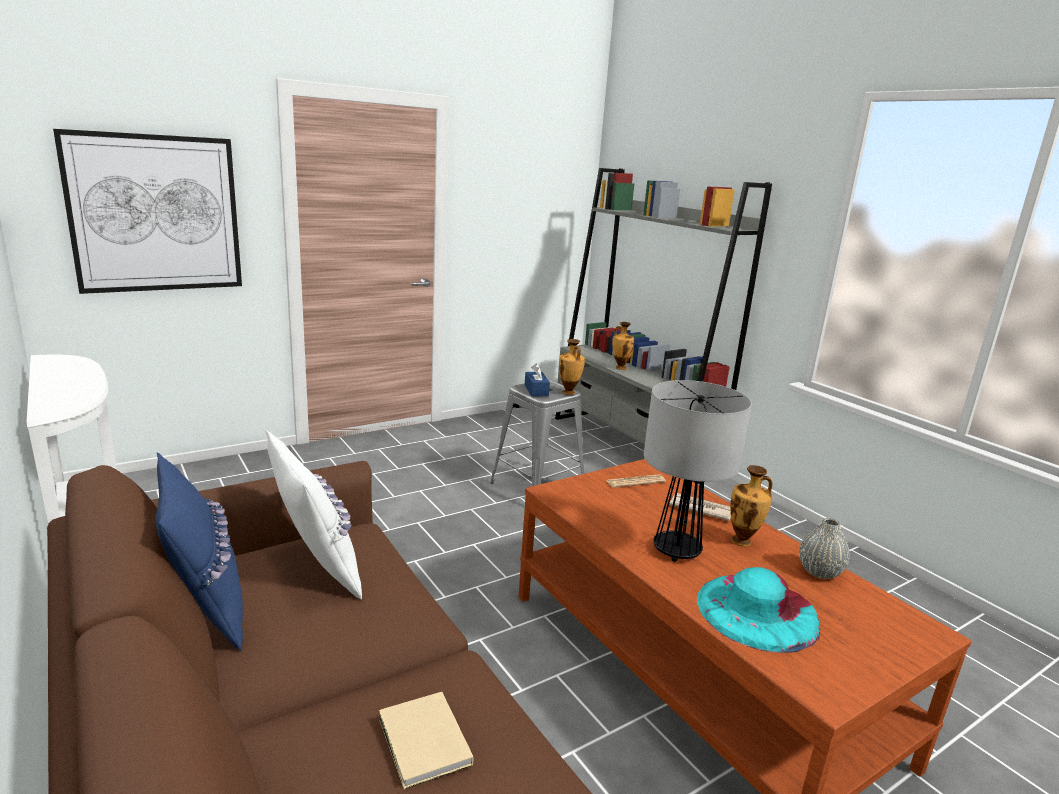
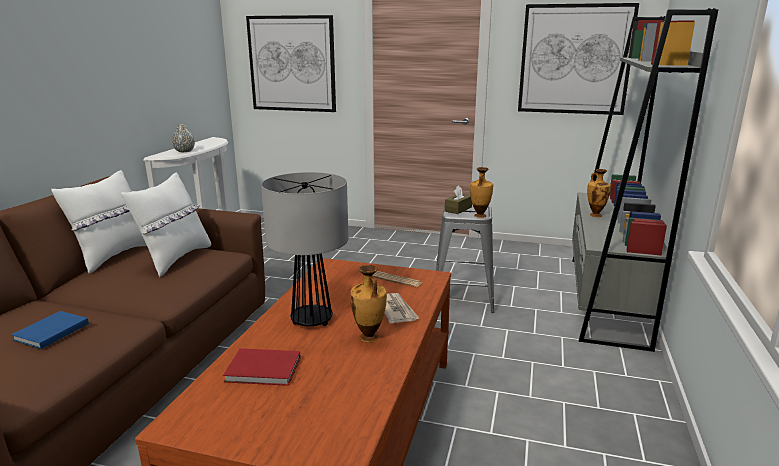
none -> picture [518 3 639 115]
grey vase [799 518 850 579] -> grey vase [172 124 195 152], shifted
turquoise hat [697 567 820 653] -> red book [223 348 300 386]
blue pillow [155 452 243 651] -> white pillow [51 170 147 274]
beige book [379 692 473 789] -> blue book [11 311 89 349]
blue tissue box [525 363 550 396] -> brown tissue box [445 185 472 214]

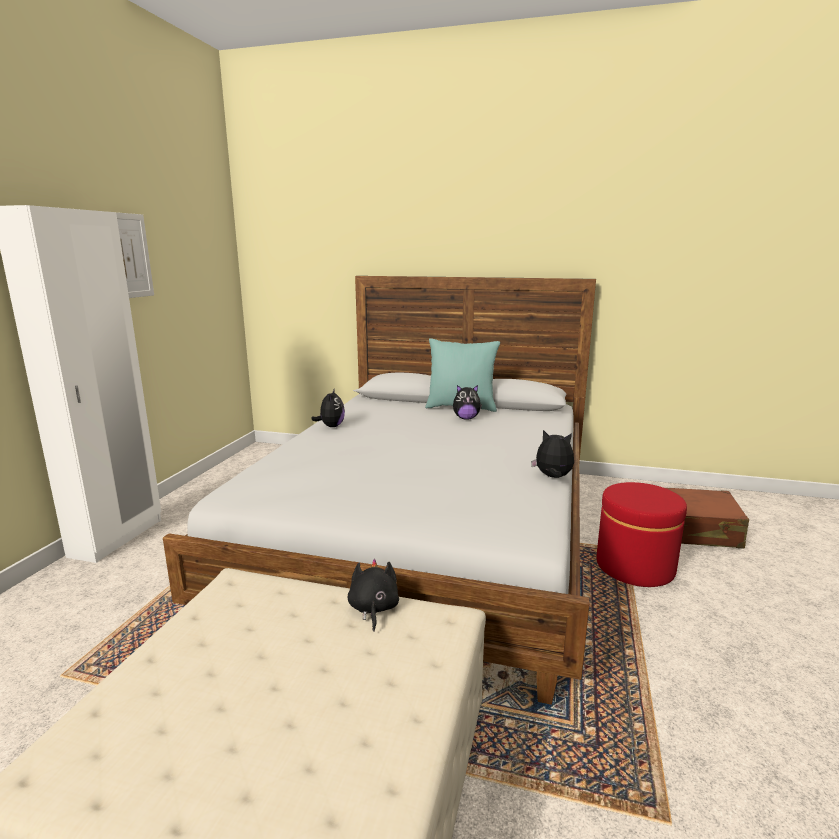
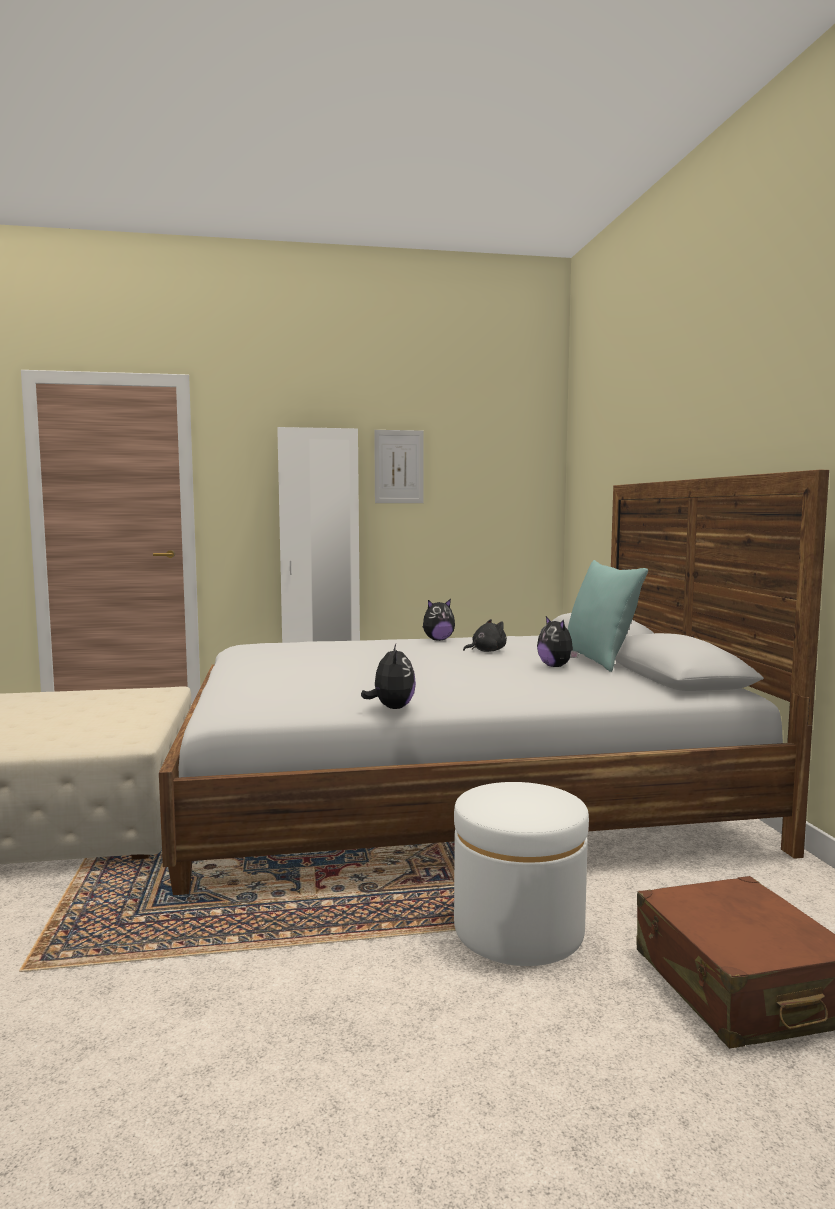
black plush toy [348 559 399 632] -> black plush toy [463 619 507 652], shifted
red ottoman [596 482 687 587] -> white ottoman [454 782 589 966]

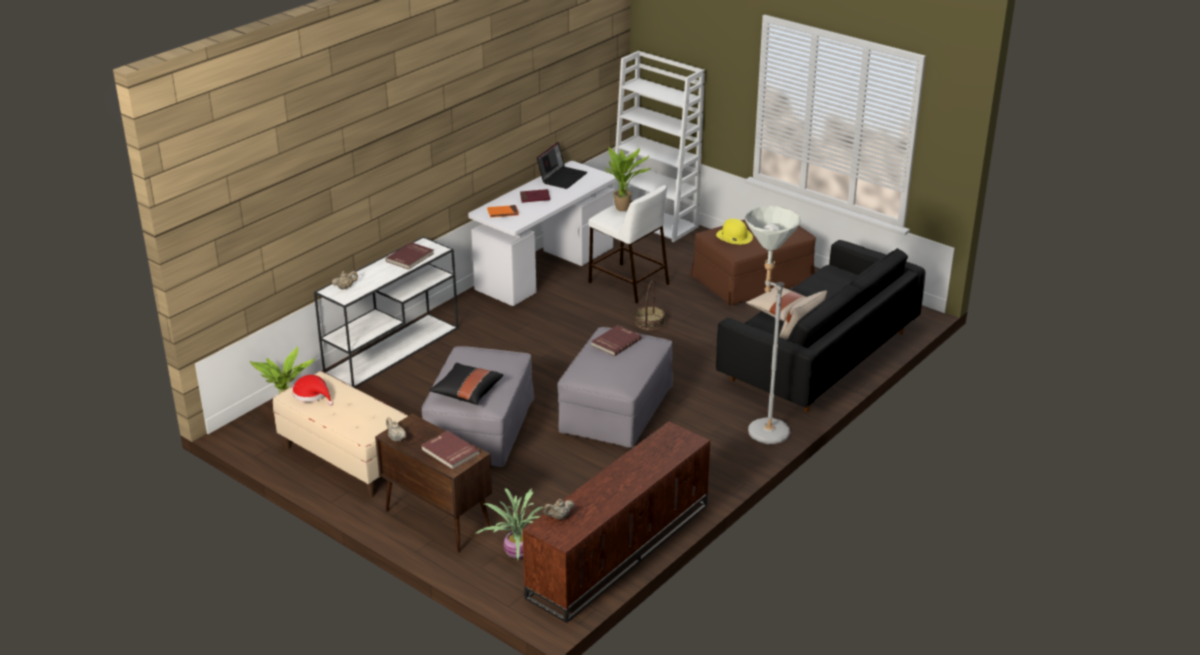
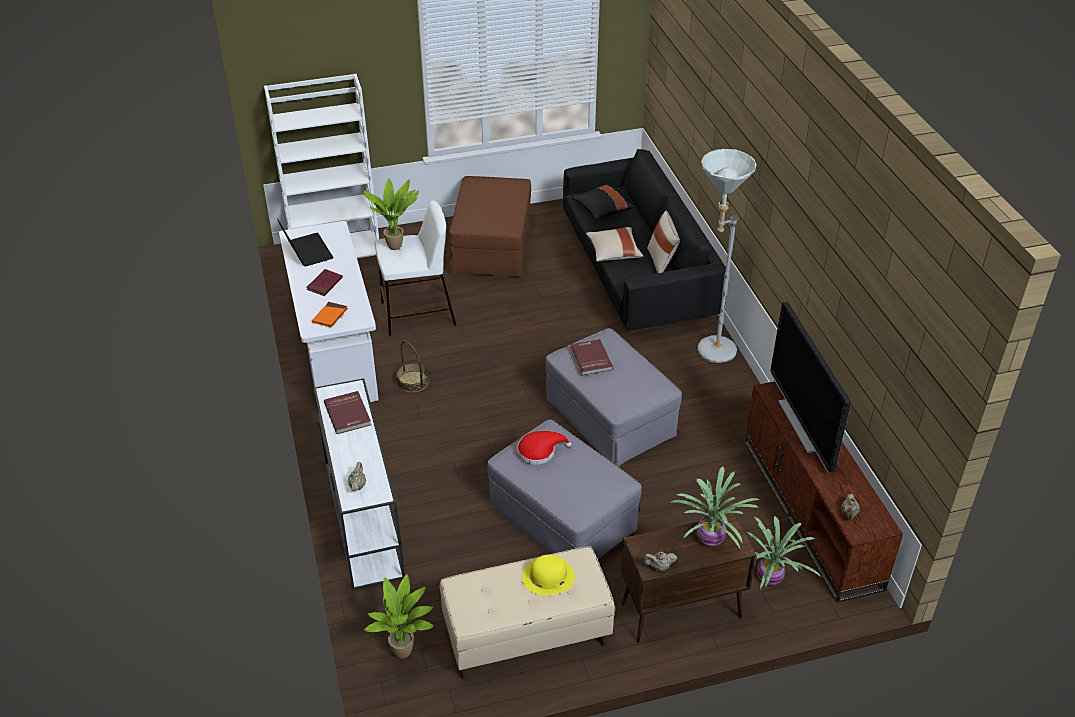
none -> television [770 302 851 472]
red hat [292 375 333 406] -> red hat [517 431 572 465], shifted
black pillow [429 363 503 405] -> black pillow [571 184 635 220], shifted
basket [635 280 665 330] -> basket [396 341 429 393], shifted
yellow hat [716 219 753 245] -> yellow hat [522 554 575 595], shifted
red book [421 431 480 470] -> potted plant [671 467 760 548]

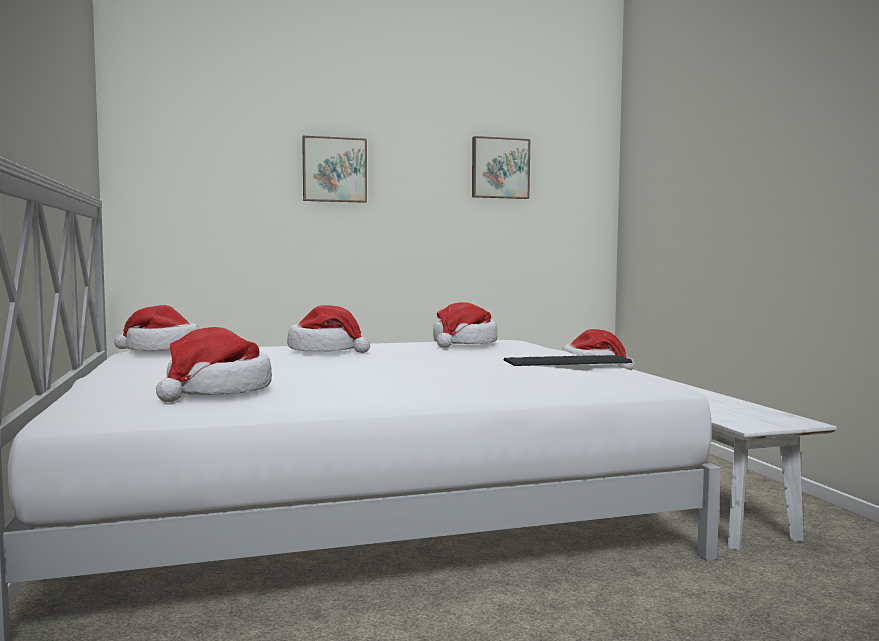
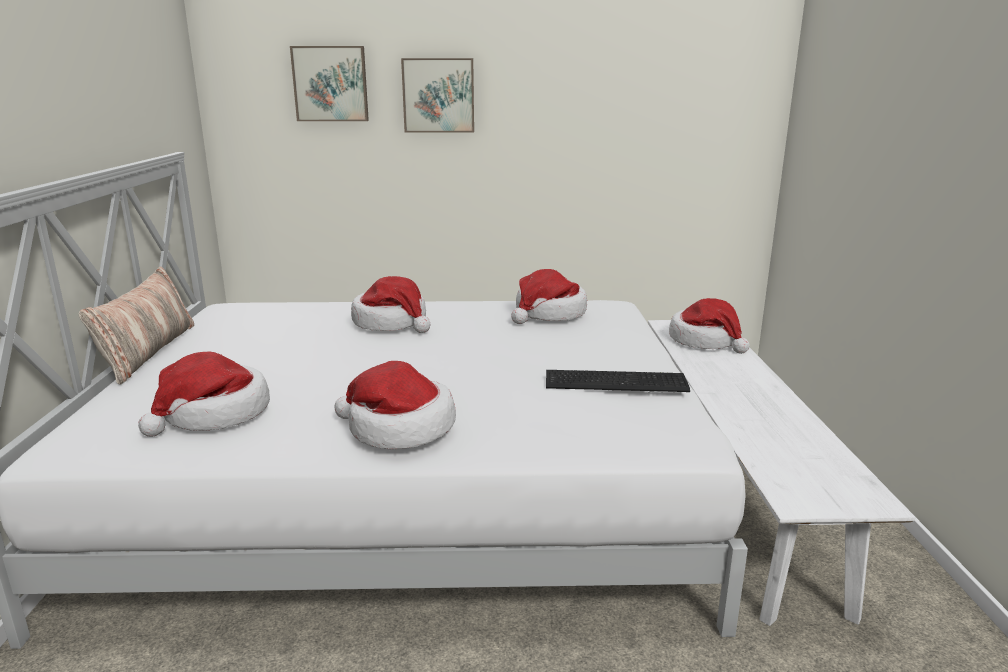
none -> pillow [79 266 194 385]
hat [114 305 199 351] -> hat [334 361 456 450], shifted
picture [472 136 530 199] -> picture [290 46 369 121], shifted

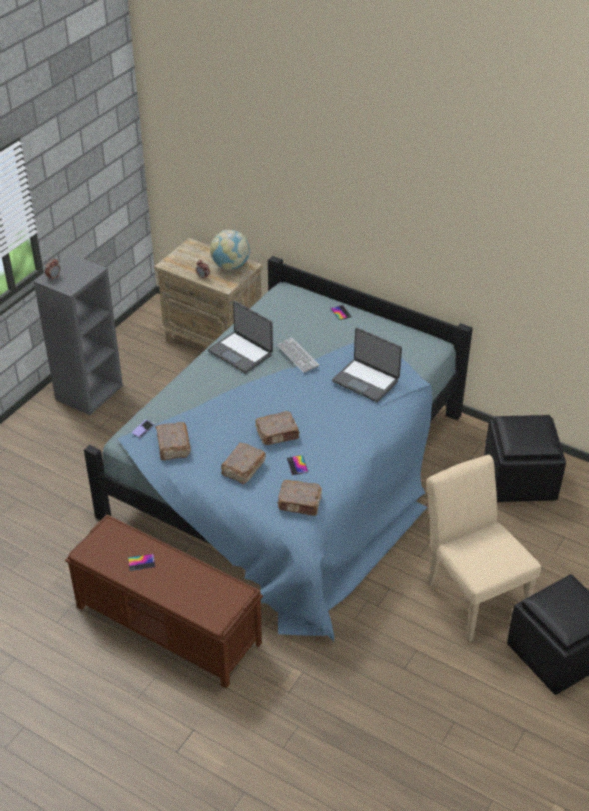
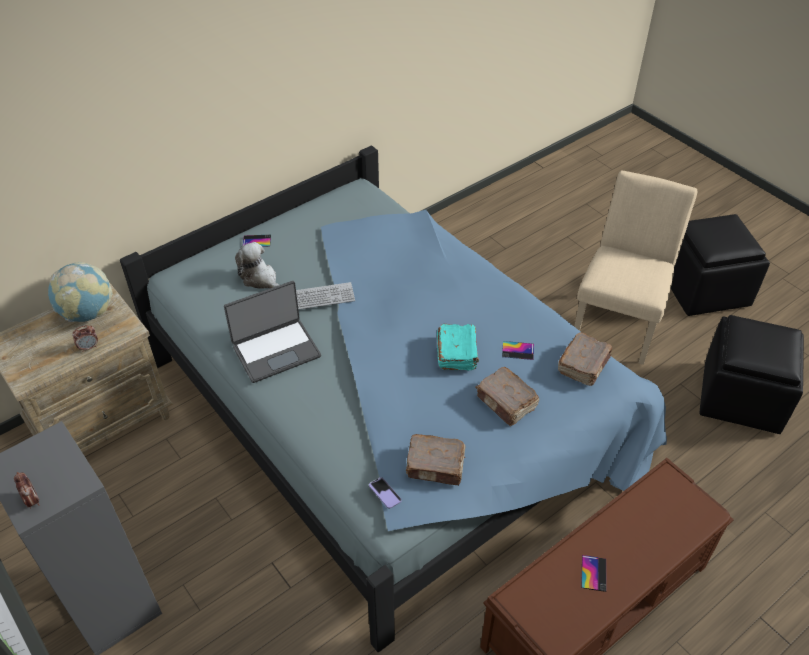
laptop [332 327 402 402] -> none
none -> plush toy [235 242 279 289]
black ottoman [484 415 566 502] -> black ottoman [700 315 804 434], shifted
brown book [255 411 300 445] -> turquoise book [437 324 479 371]
beige chair [427 455 541 642] -> beige chair [574 170 697 365], 120 degrees clockwise

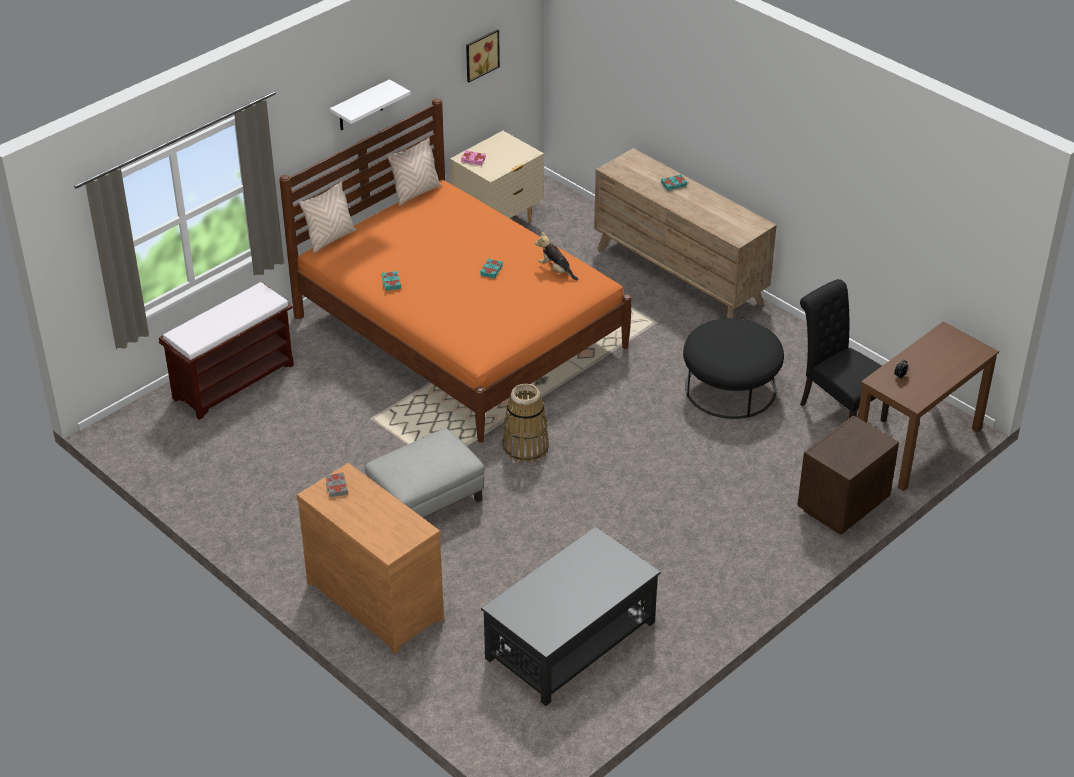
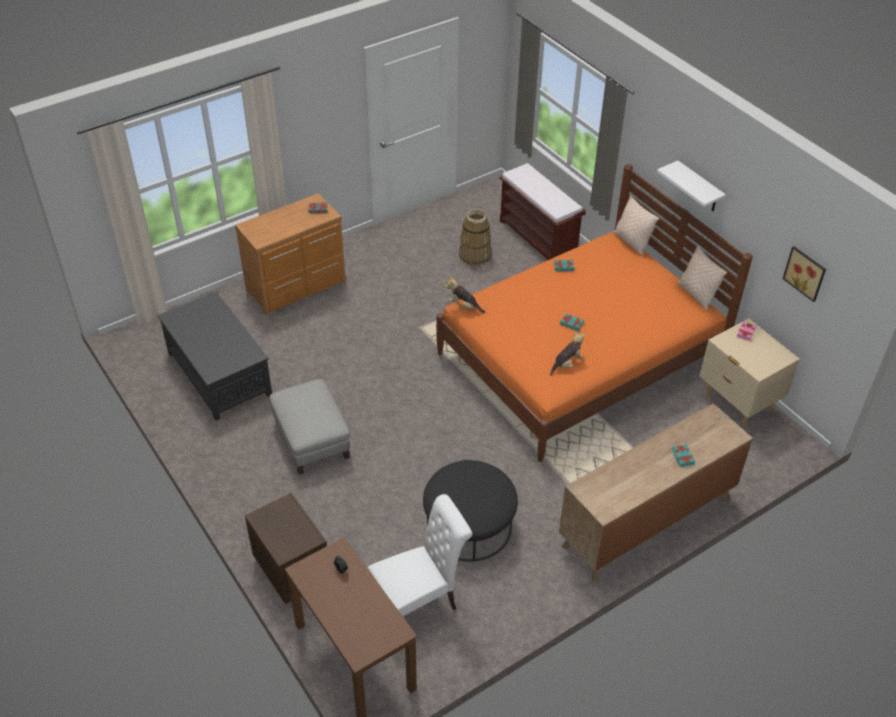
none -> plush toy [444 276 485 313]
grey ottoman [365 429 485 518] -> grey ottoman [269 379 350 474], shifted
basket [503 384 549 463] -> basket [459 209 492 267], shifted
black chair [800 279 889 423] -> white chair [367 494 472 616]

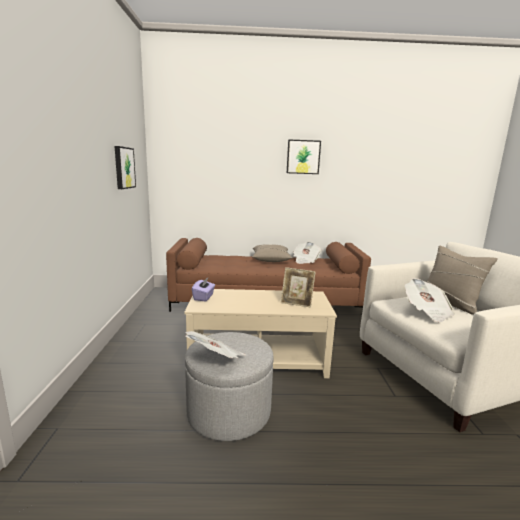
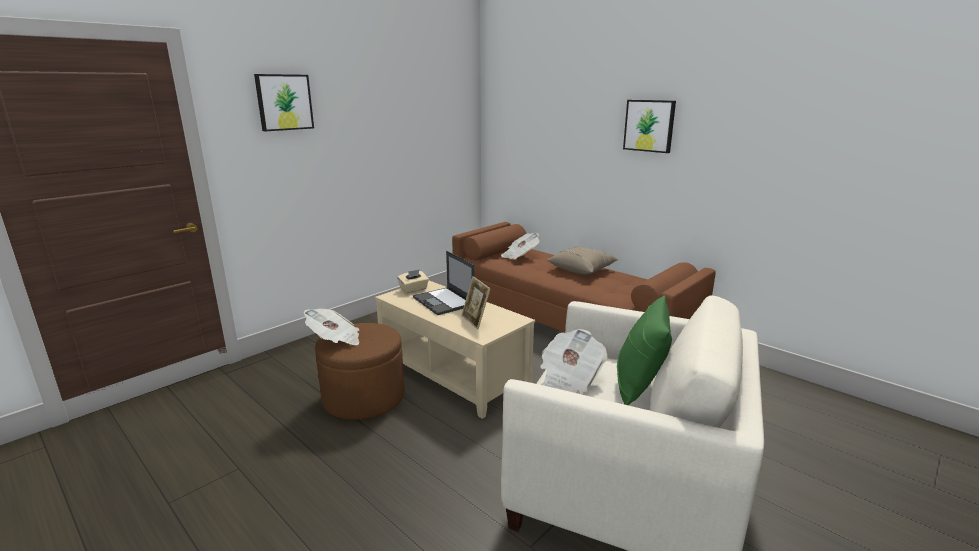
none -> laptop [413 251 474 315]
picture [115 146 136 189] -> picture [254 74 314 131], shifted
newspaper [293 242 321 264] -> newspaper [501 233 540 259], shifted
grey ottoman [185 332 274 441] -> brown ottoman [315 323 405 420]
purple tissue box [192 278 215 301] -> beige tissue box [397 269 429 293]
beige pillow [427 245 498 315] -> green pillow [617 295 672 405]

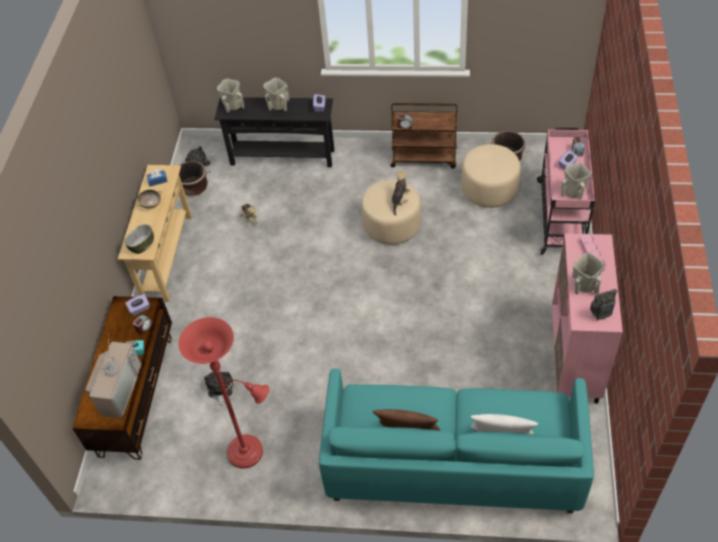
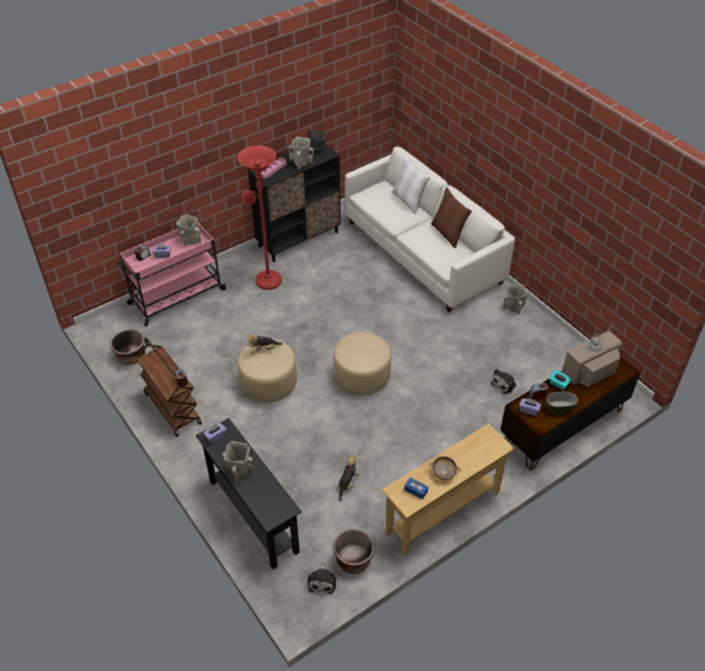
bowl [124 224 154 254] -> bowl [546 392 578 415], shifted
red floor lamp [179 317 269 468] -> red floor lamp [238 145 282 290], shifted
beige vase [217 79 244 113] -> beige vase [503 284 528 315], shifted
beige ottoman [461 144 521 208] -> beige ottoman [334 332 391 396], shifted
turquoise sofa [319 369 594 513] -> white sofa [345 147 515 312]
pink cabinet [552 233 623 404] -> black cabinet [248 144 341 262]

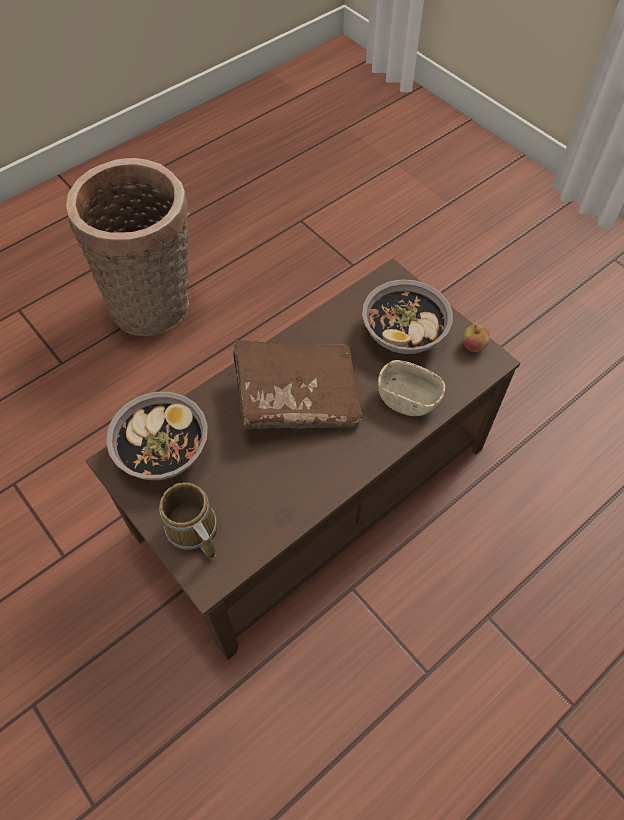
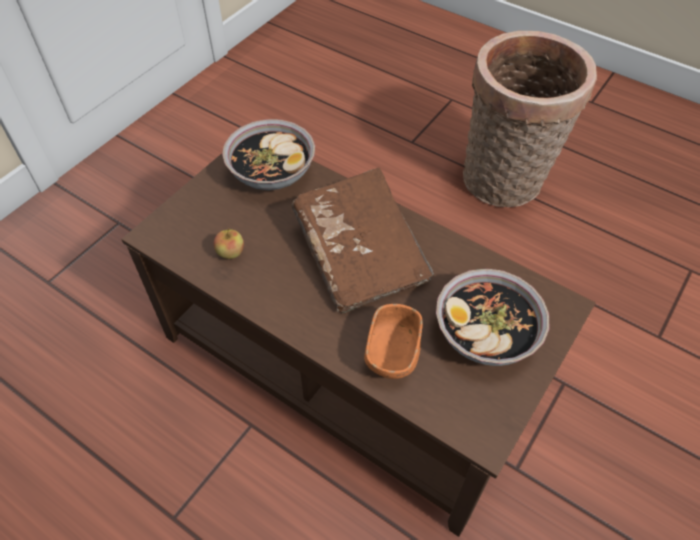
mug [159 482 217 559] -> none
apple [462 325 490 352] -> apple [214 228 244 259], shifted
beige bowl [378 360 445 416] -> orange bowl [364 304 423 379]

